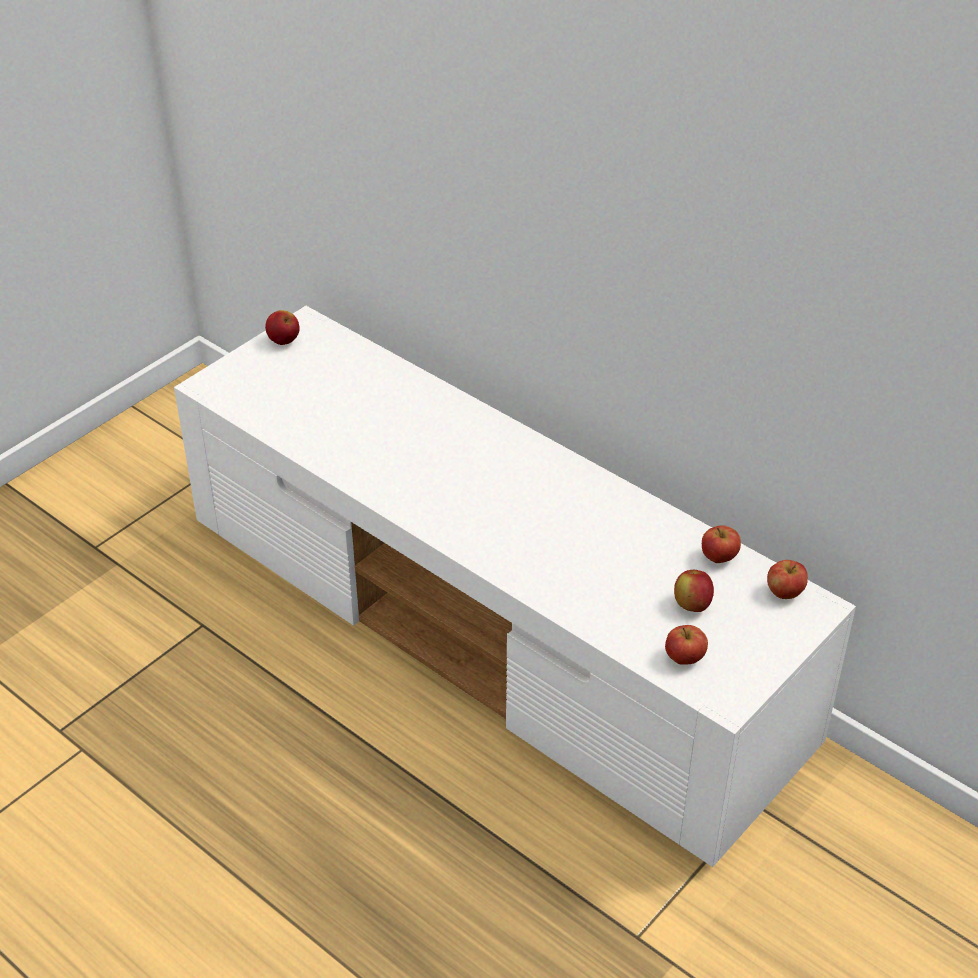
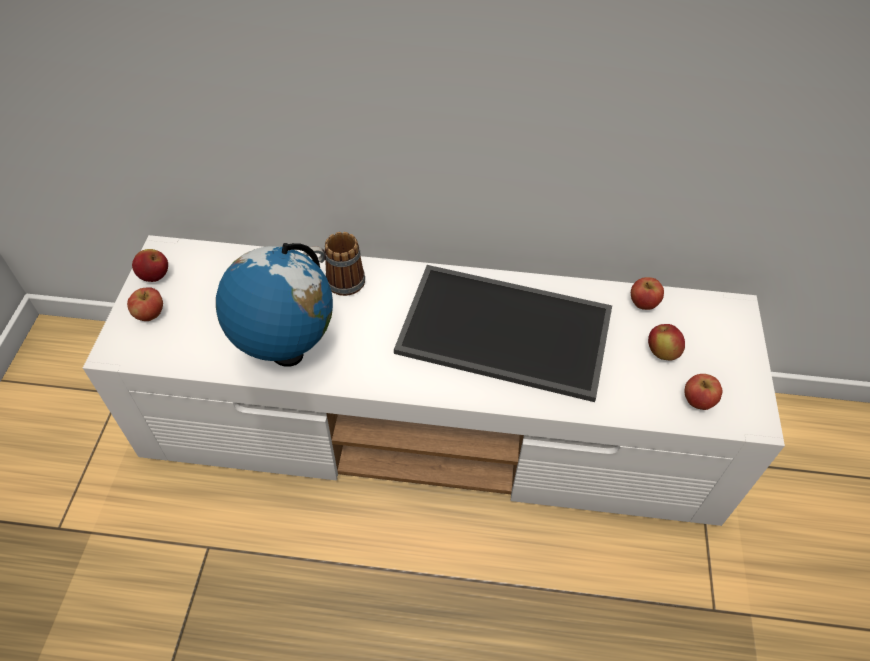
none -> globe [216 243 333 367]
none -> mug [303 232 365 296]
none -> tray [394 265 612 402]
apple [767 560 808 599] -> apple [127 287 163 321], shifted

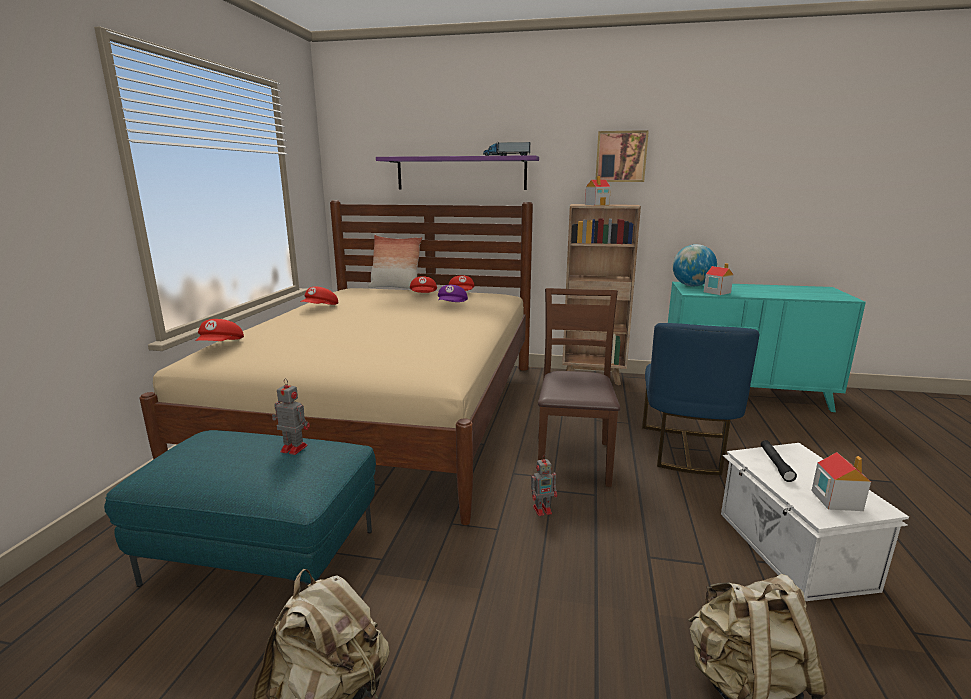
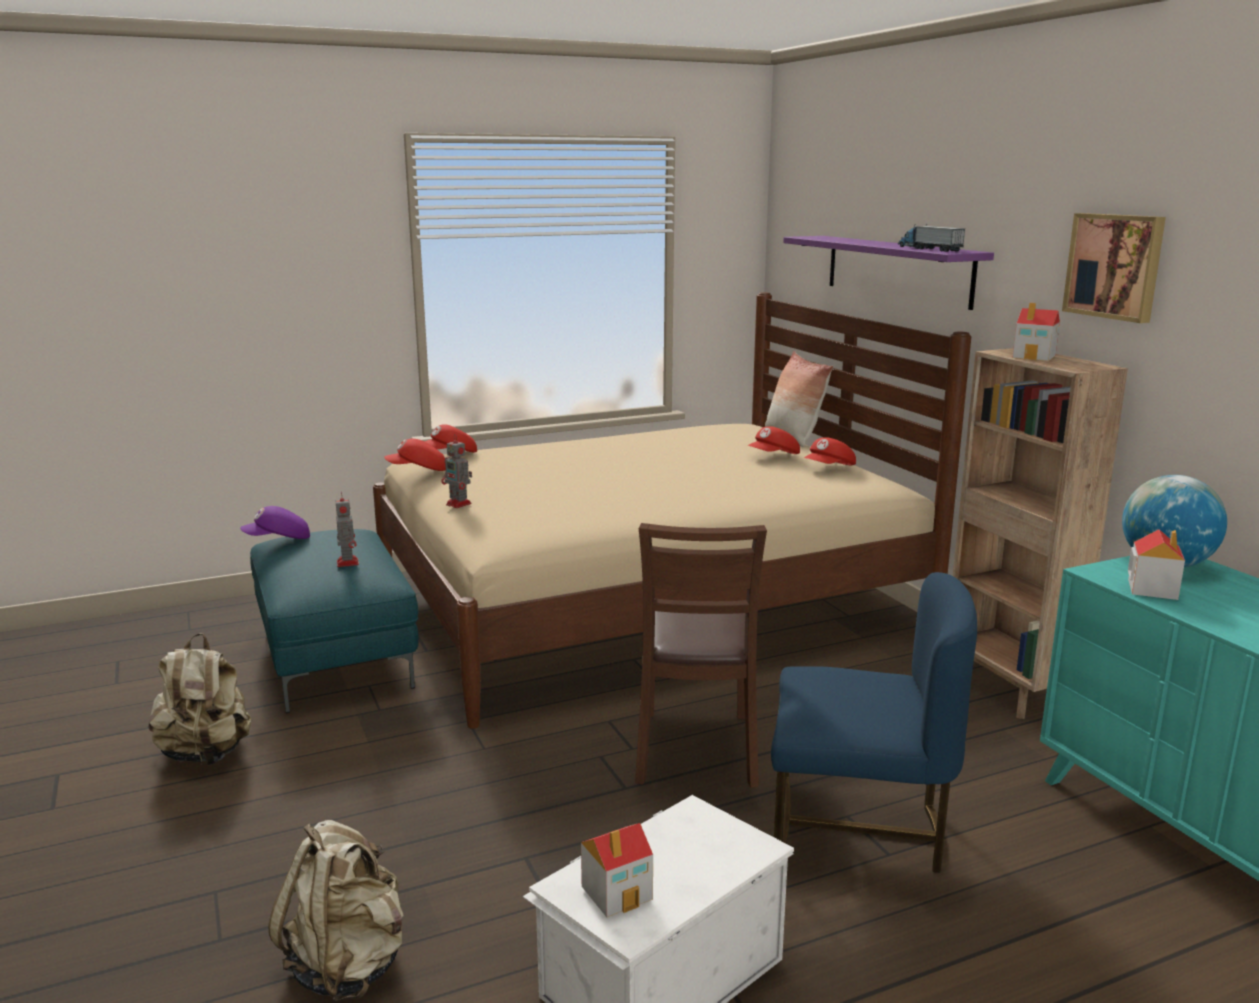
black flashlight [761 440 797 482] -> none
red cap [300 287 339 305] -> red cap [384 439 446 471], shifted
purple cap [438 285 468 302] -> purple cap [240 506 310 539], shifted
toy robot [531 455 557 516] -> toy robot [441 434 472 508], shifted
brown chair [538 288 620 487] -> brown chair [635 523 767 788], 120 degrees clockwise
blue chair [642 323 760 475] -> blue chair [771 572 977 873], 150 degrees counterclockwise

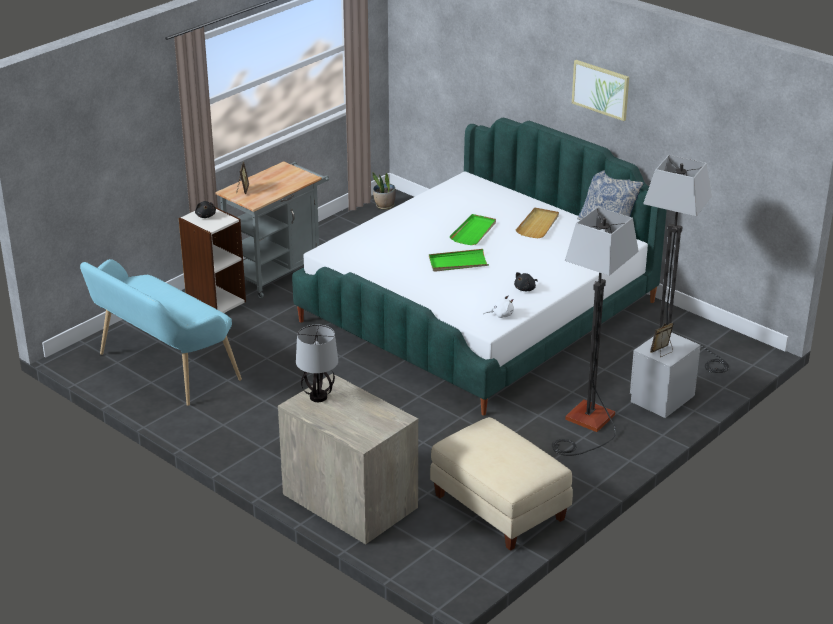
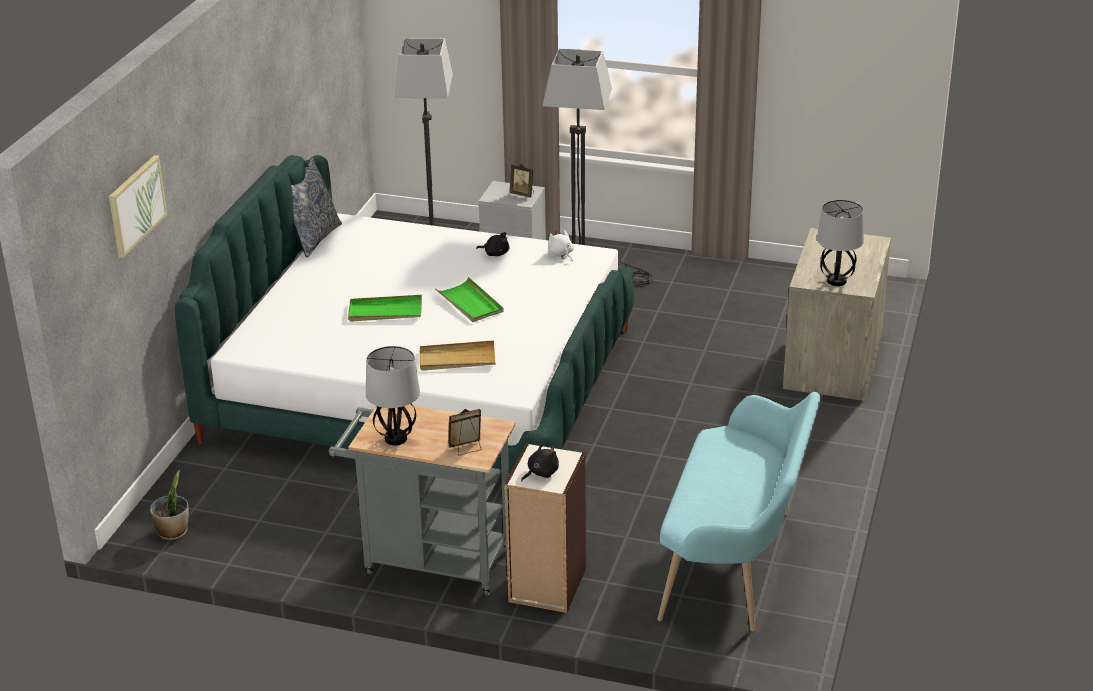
beige ottoman [430 417 573 551] -> none
none -> table lamp [366 346 420 445]
beige tray [516 208 559 238] -> beige tray [420 340 496 371], shifted
picture [572 60 629 121] -> picture [109 155 167 258], shifted

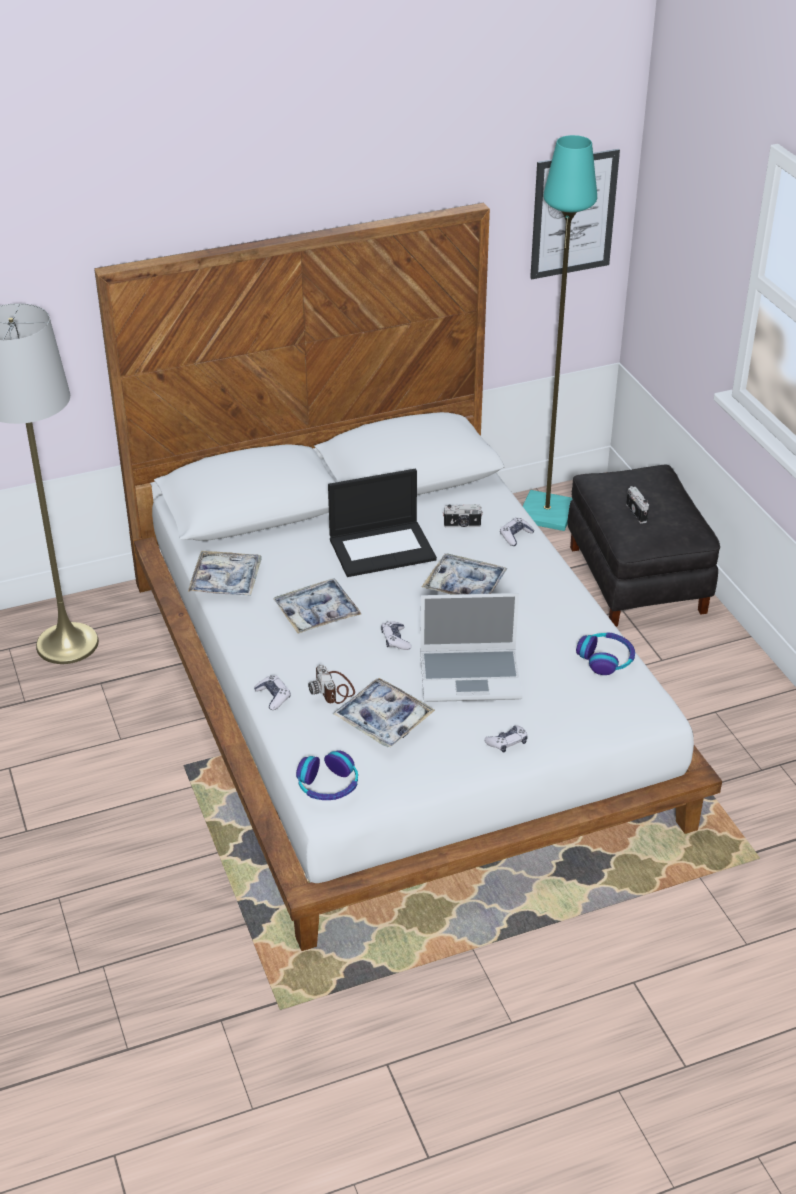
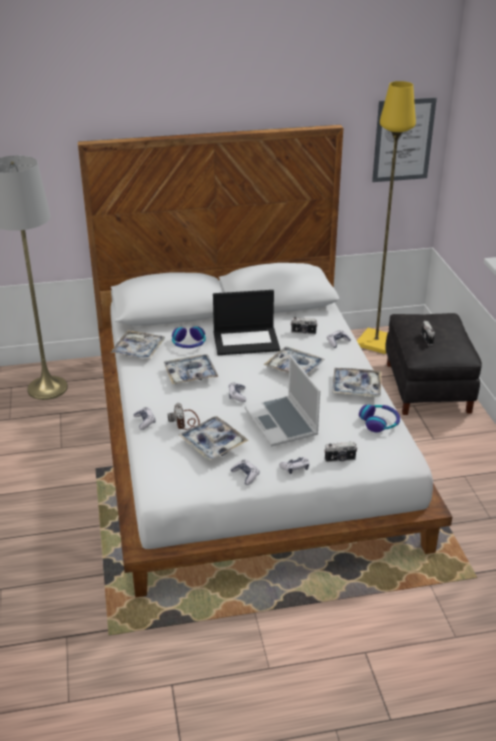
none -> game controller [230 459 259 485]
none -> photo camera [324 442 358 462]
none -> tray [332 368 381 397]
headphones [296 750 358 800] -> headphones [172 326 206 348], shifted
turquoise floor lamp [523 135 597 531] -> yellow floor lamp [357 81 416 354]
laptop [420 593 523 702] -> laptop [245 355 320 447], 60 degrees clockwise

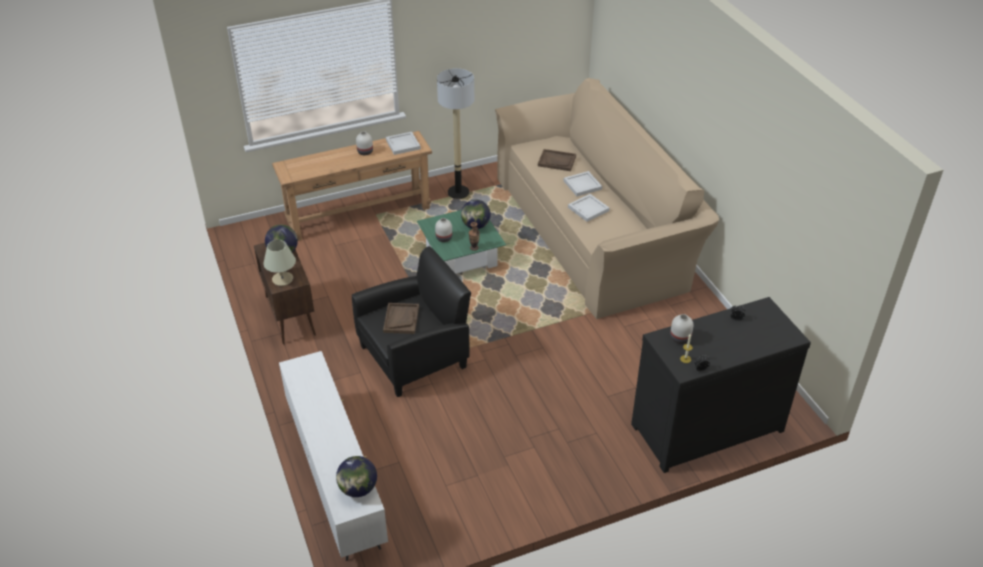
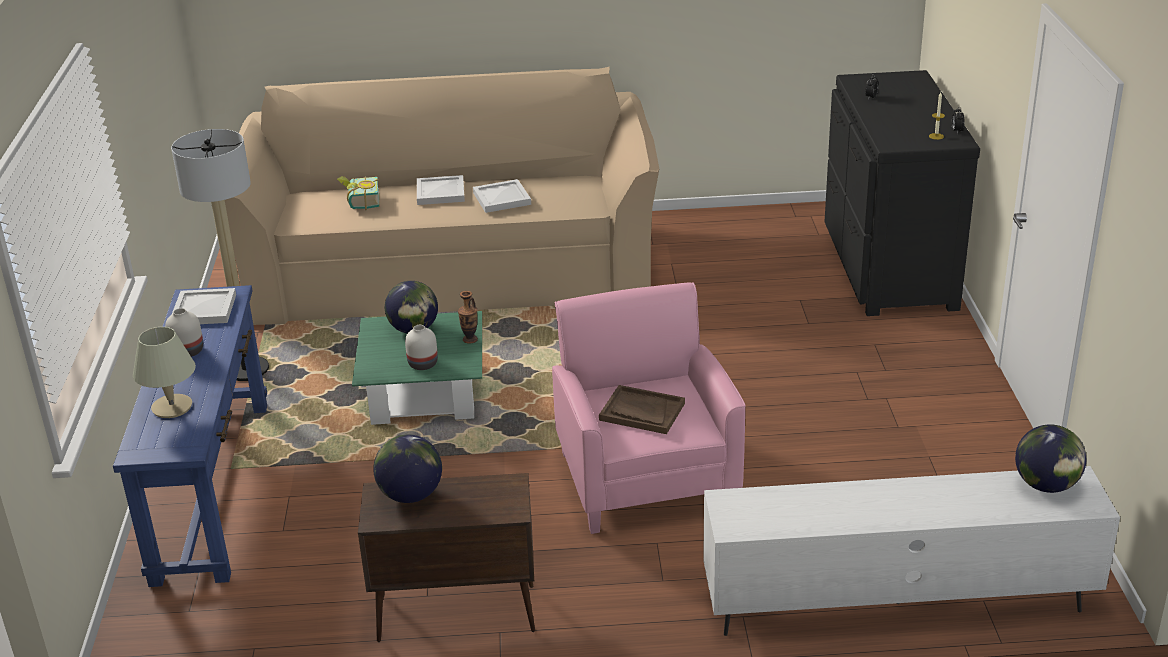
white vase [670 314 694 344] -> none
beige table lamp [263 240 296 286] -> beige table lamp [133 327 196 418], shifted
brown tray [538 149 576 171] -> book [337 176 379 210]
brown console table [272 131 432 241] -> blue console table [113 285 267 587]
black armchair [352 246 471 397] -> pink armchair [552 282 746 534]

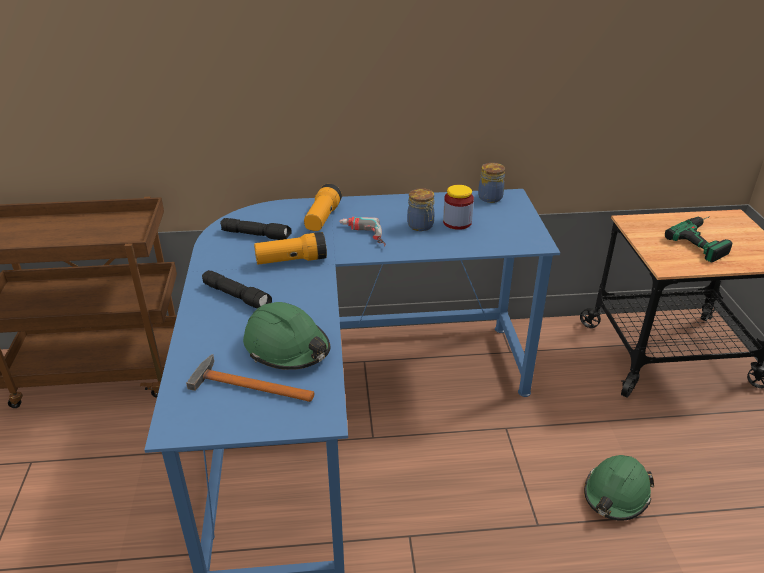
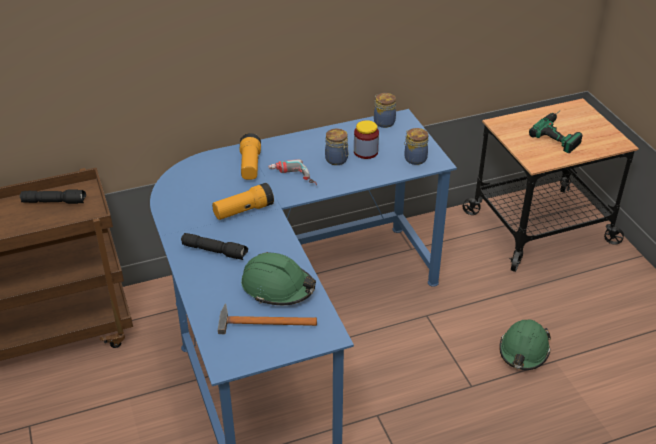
none -> jar [404 128 429 165]
black flashlight [220 218 292 240] -> black flashlight [20 190 86 204], shifted

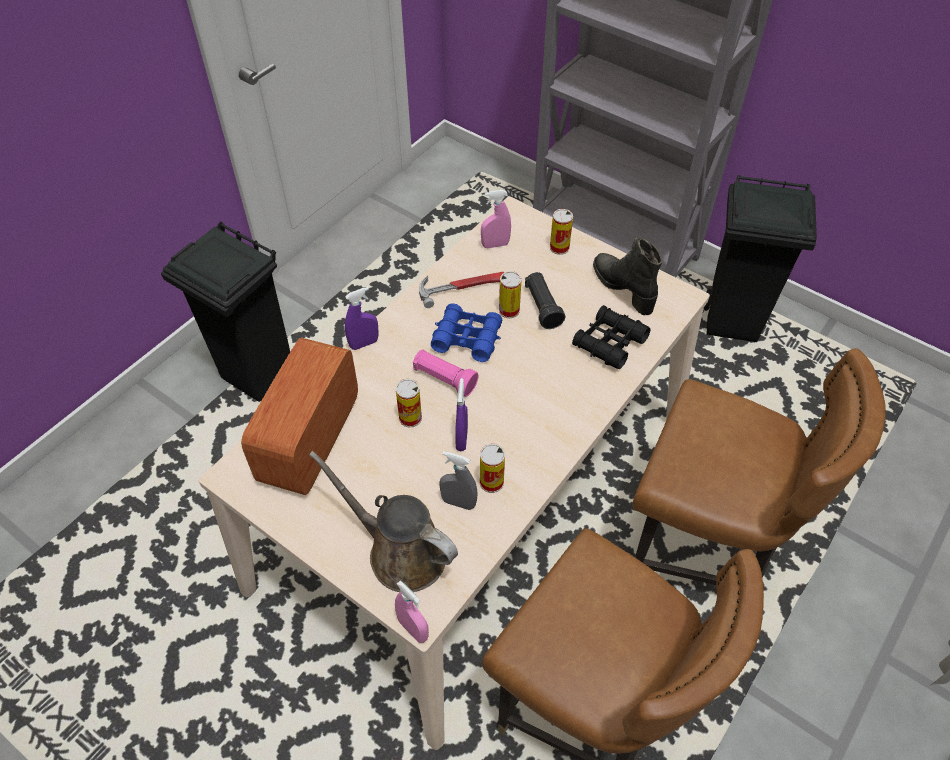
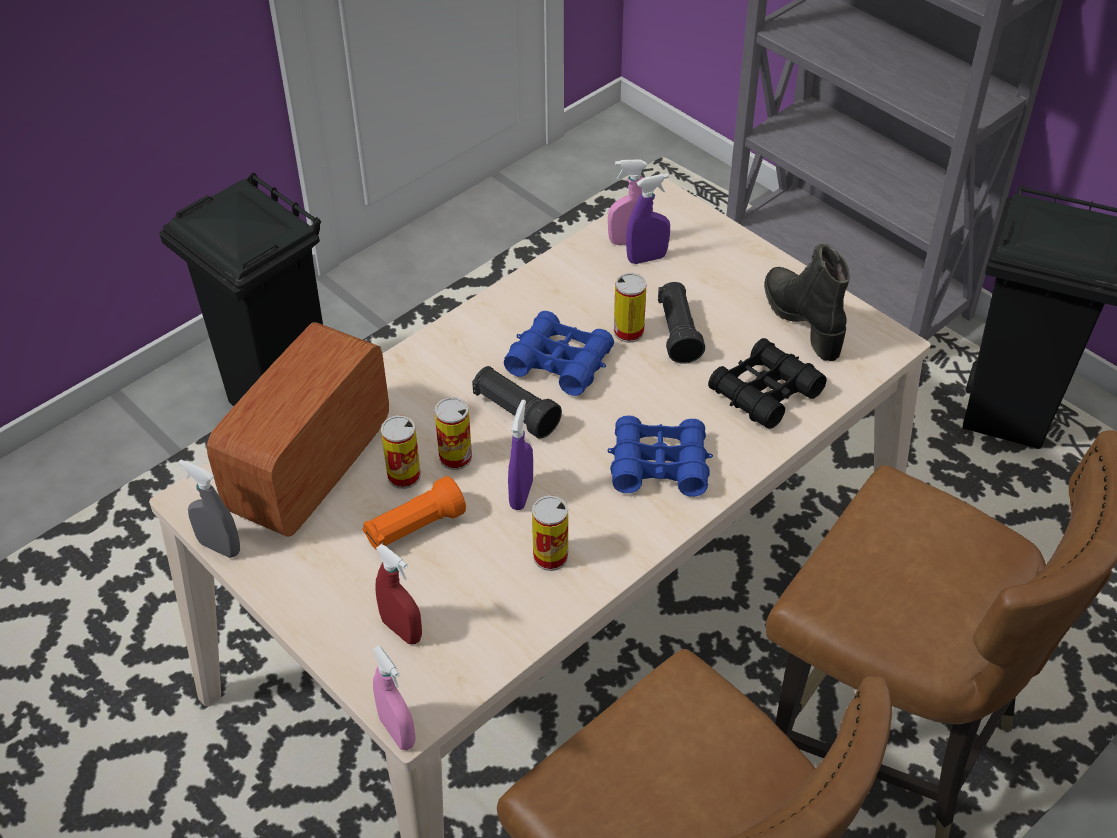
hammer [419 272 505 308] -> none
none -> orange flashlight [362 476 466 550]
none -> blue binoculars [608 416 713 497]
purple spray bottle [345 287 379 350] -> purple spray bottle [626 174 670 264], shifted
grey spray bottle [439 451 478 510] -> grey spray bottle [179 459 240 558], shifted
can [550 209 573 255] -> can [381 415 421 489], shifted
brown watering can [309 451 458 592] -> red spray bottle [376 544 422 644]
pink flashlight [413 349 479 397] -> black flashlight [472 366 562 439]

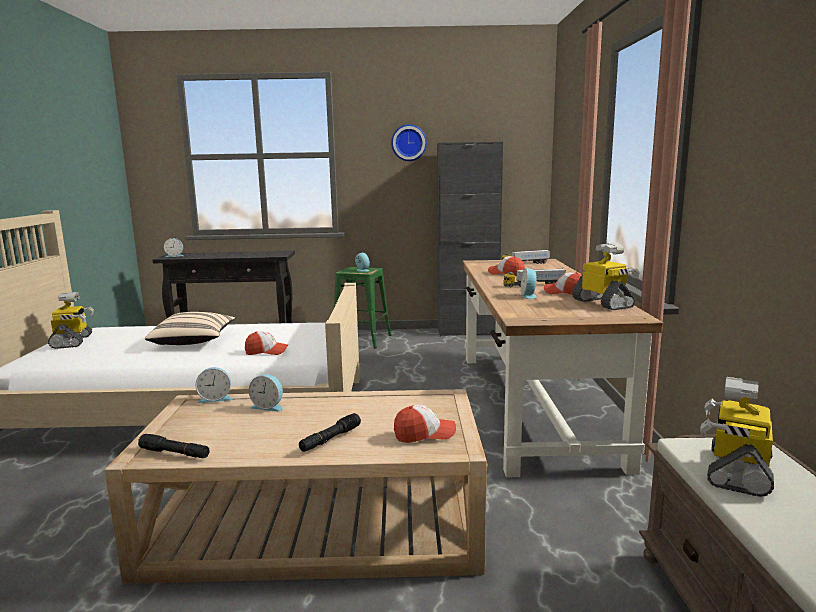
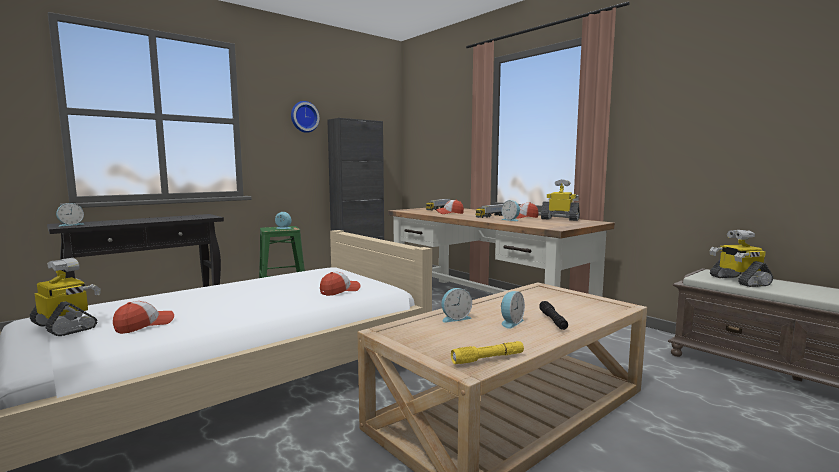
beige pillow [145 312 235 345] -> none
alarm clock [195 367 232 403] -> alarm clock [501 291 525 329], shifted
cap [394 405 456 443] -> cap [113 301 174 334], shifted
black flashlight [138 434 209 458] -> yellow flashlight [451 341 524 364]

